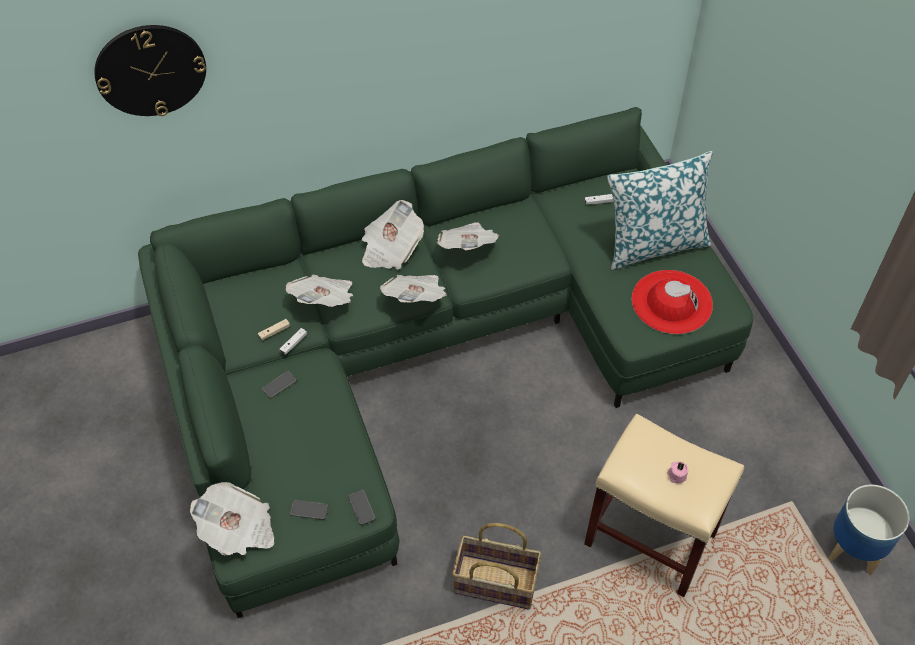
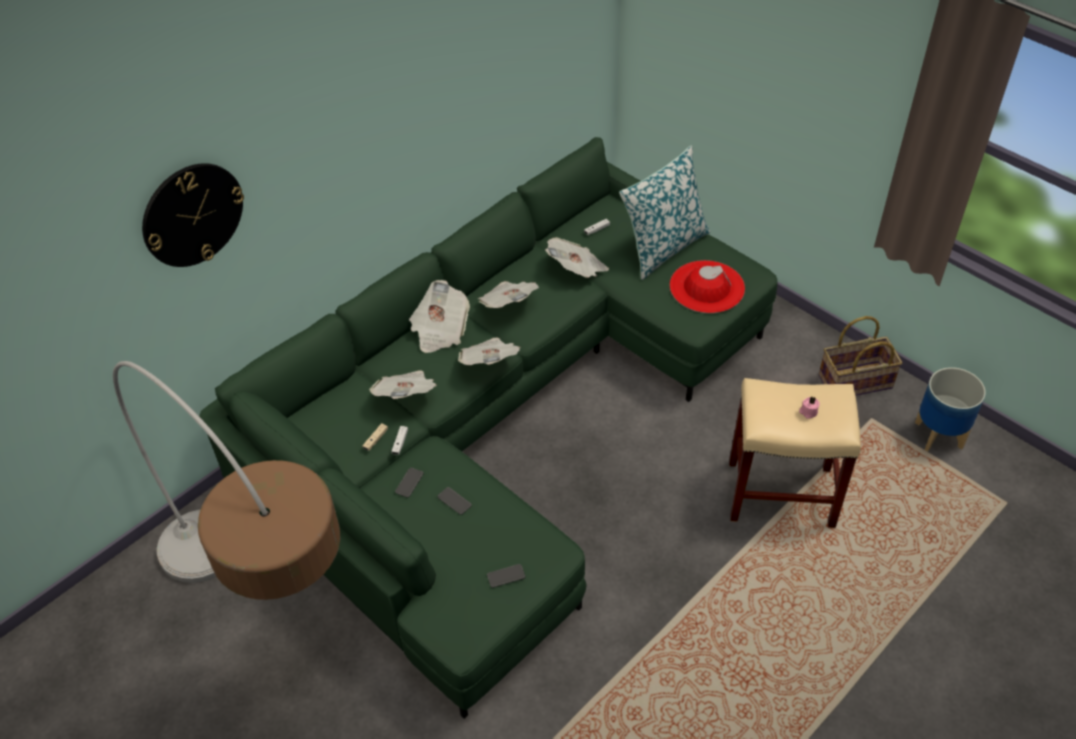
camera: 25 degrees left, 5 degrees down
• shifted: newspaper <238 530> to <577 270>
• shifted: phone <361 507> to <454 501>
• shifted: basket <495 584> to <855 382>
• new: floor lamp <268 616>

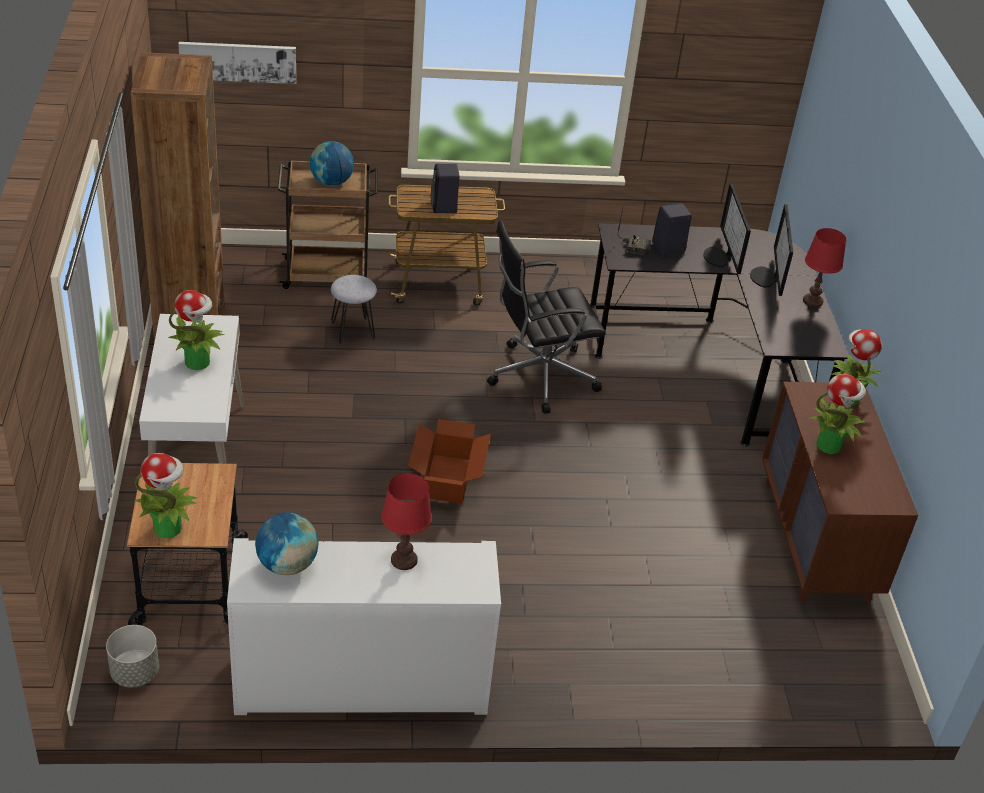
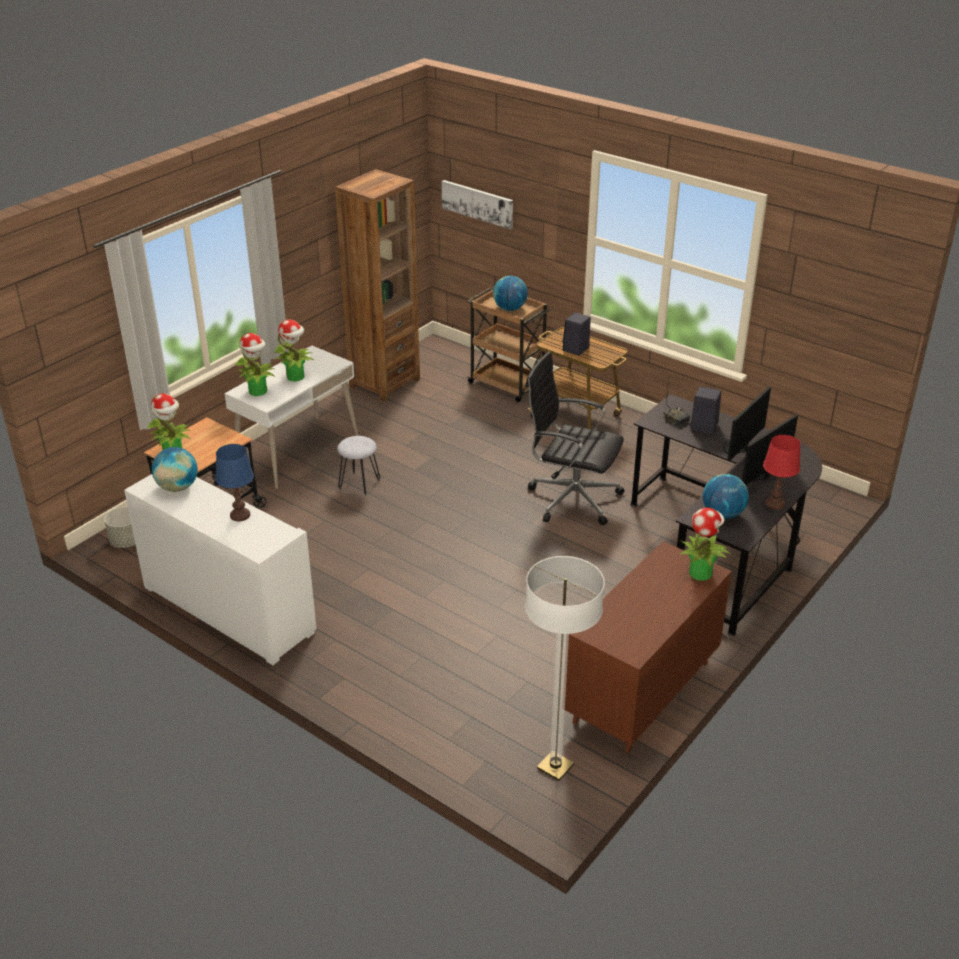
camera: 45 degrees right, 5 degrees down
• shifted: grey stool <352 331> to <359 484>
• shifted: potted plant <829 445> to <258 391>
• gone: cardboard box <446 479>
• repainted: red table lamp <404 560> to blue table lamp <240 515>
• new: globe <722 514>
• new: floor lamp <555 767>

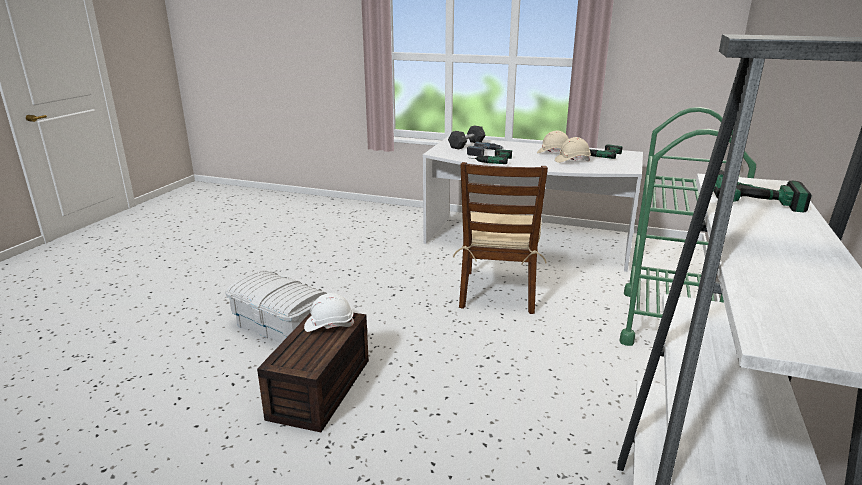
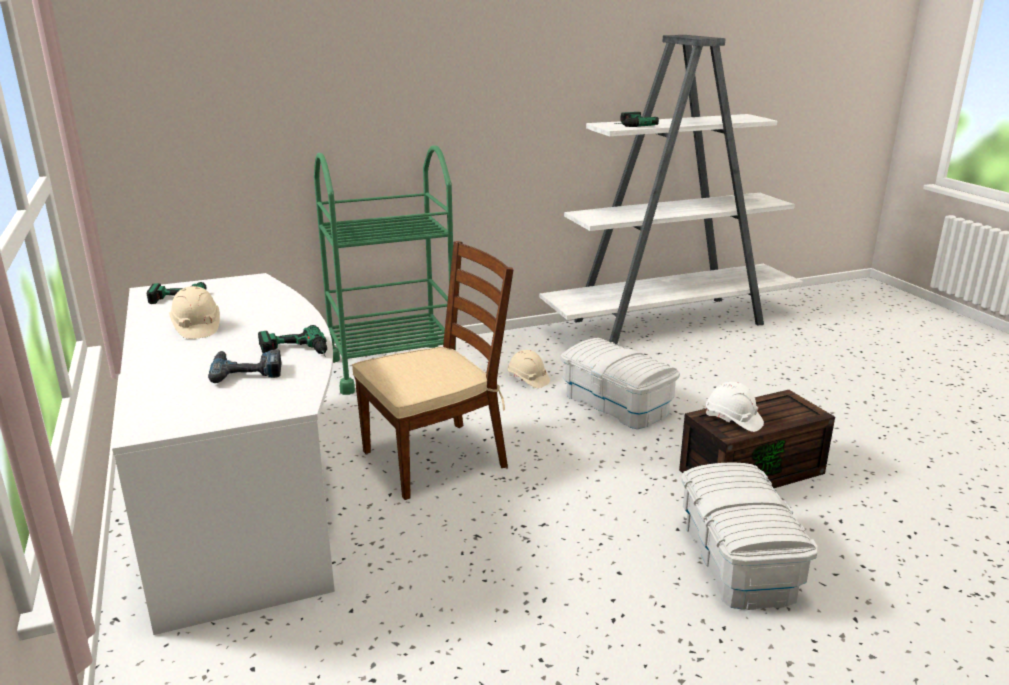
camera: 130 degrees left, 0 degrees up
• gone: grey dumbbell <466 145>
• shifted: beige hard hat <572 161> to <528 379>
• new: white storage box <616 404>

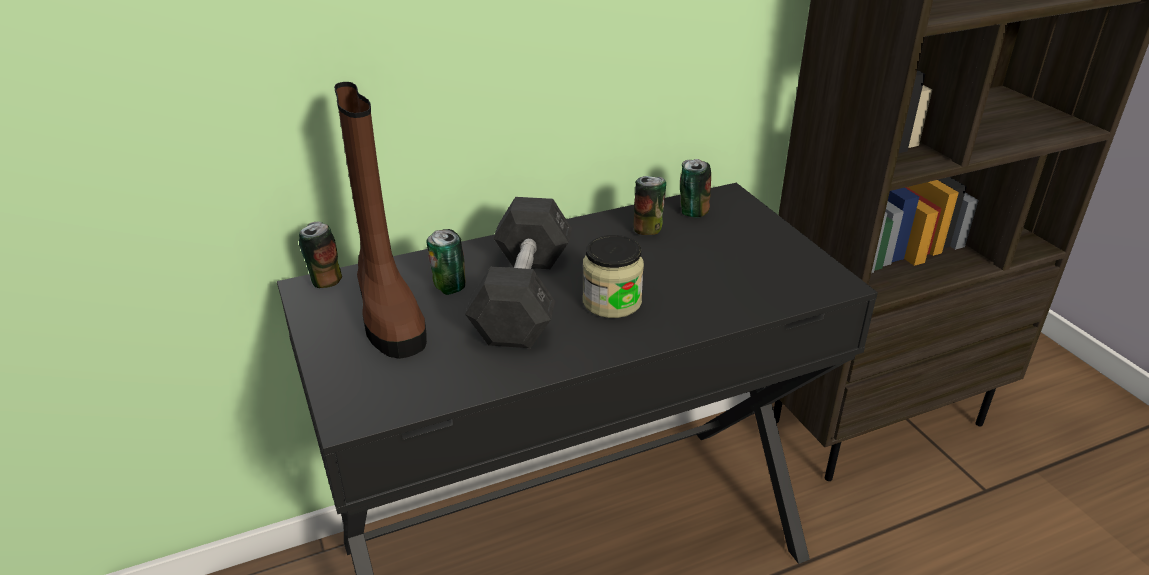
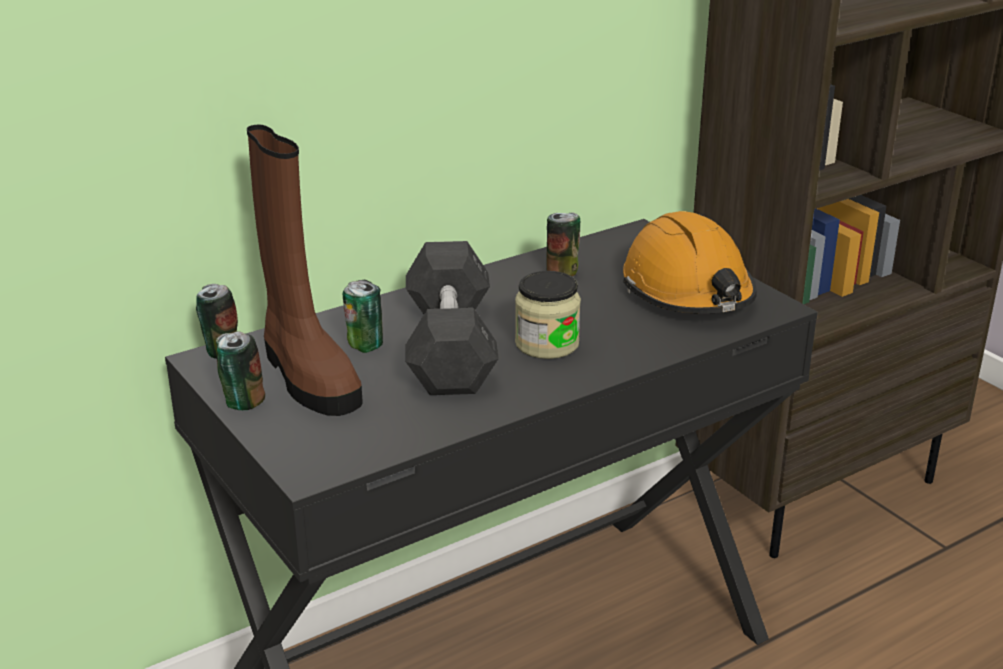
camera: 10 degrees left, 5 degrees down
• shifted: can <692 211> to <242 402>
• new: orange hard hat <688 292>

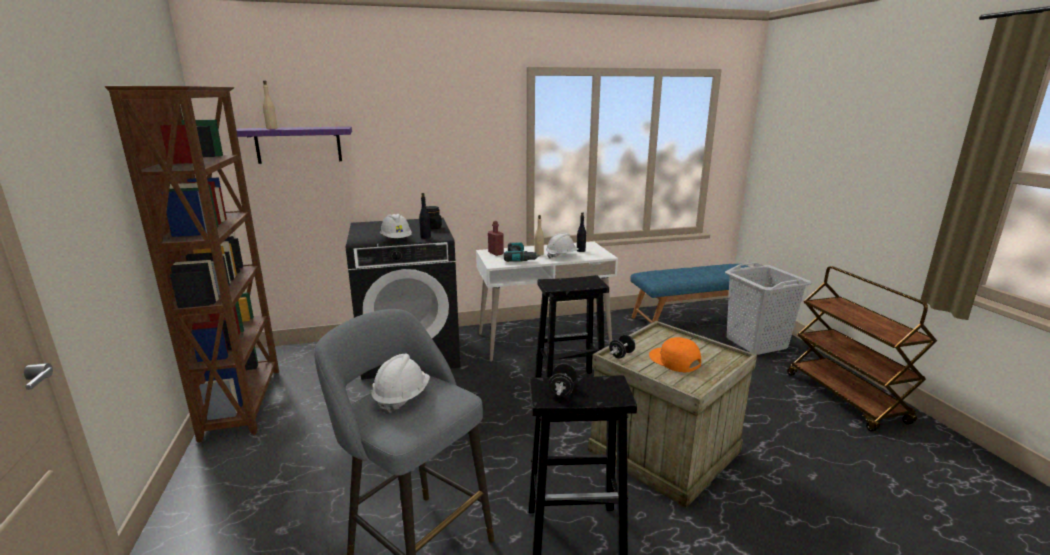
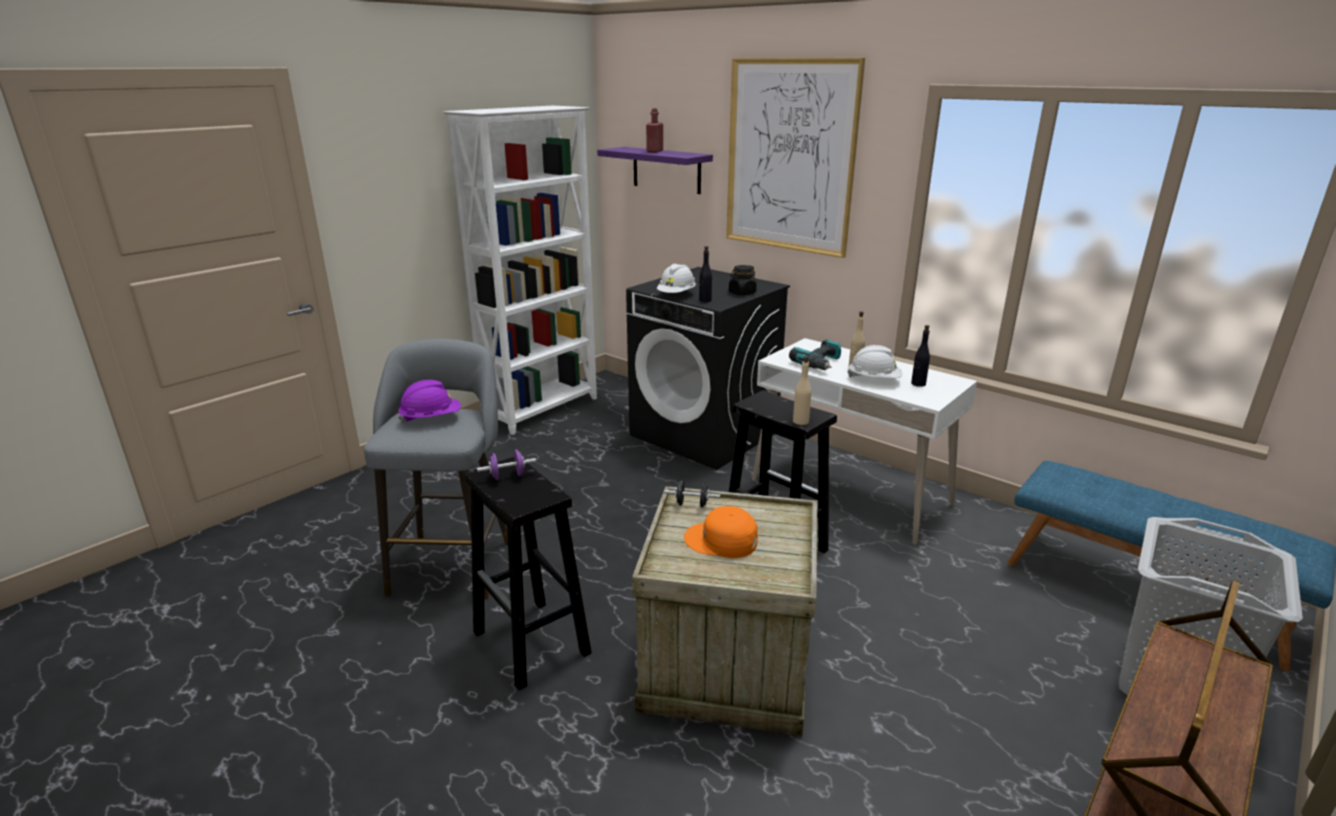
camera: 55 degrees right, 5 degrees up
• shifted: beige bottle <271 128> to <800 421>
• repainted: brown bookcase <244 402> to white bookcase <543 409>
• shifted: red bottle <496 253> to <654 151>
• rotated: orange cap <674 360> = <721 541> 90 degrees counterclockwise
• repainted: white hard hat <401 397> to purple hard hat <431 419>
• repainted: black dumbbell <562 390> to purple dumbbell <507 476>
• new: picture <790 157>

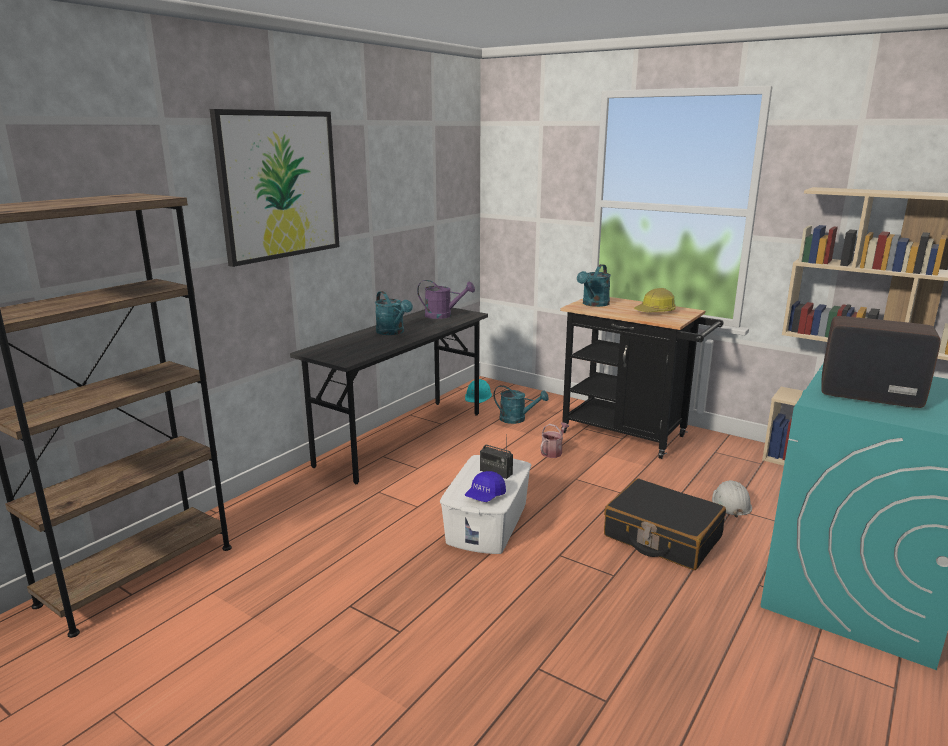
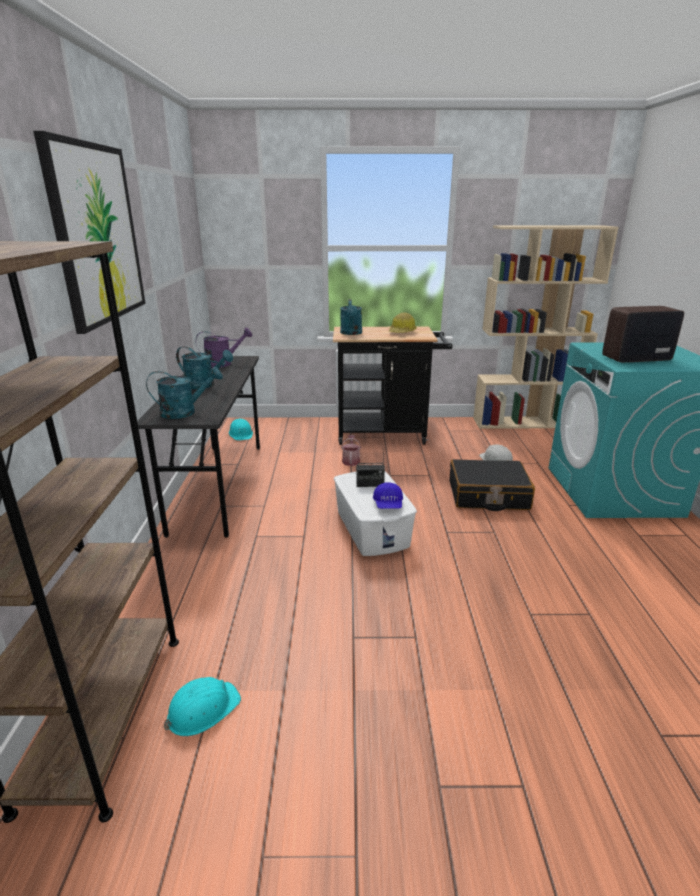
camera: 35 degrees left, 5 degrees up
• shifted: turquoise watering can <517 419> to <185 412>
• new: turquoise hard hat <202 709>

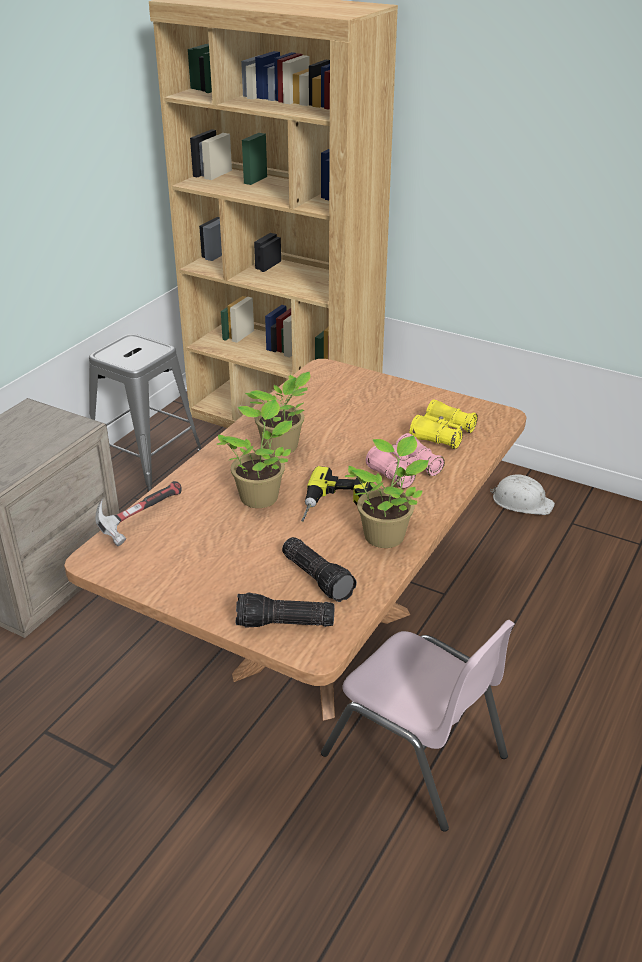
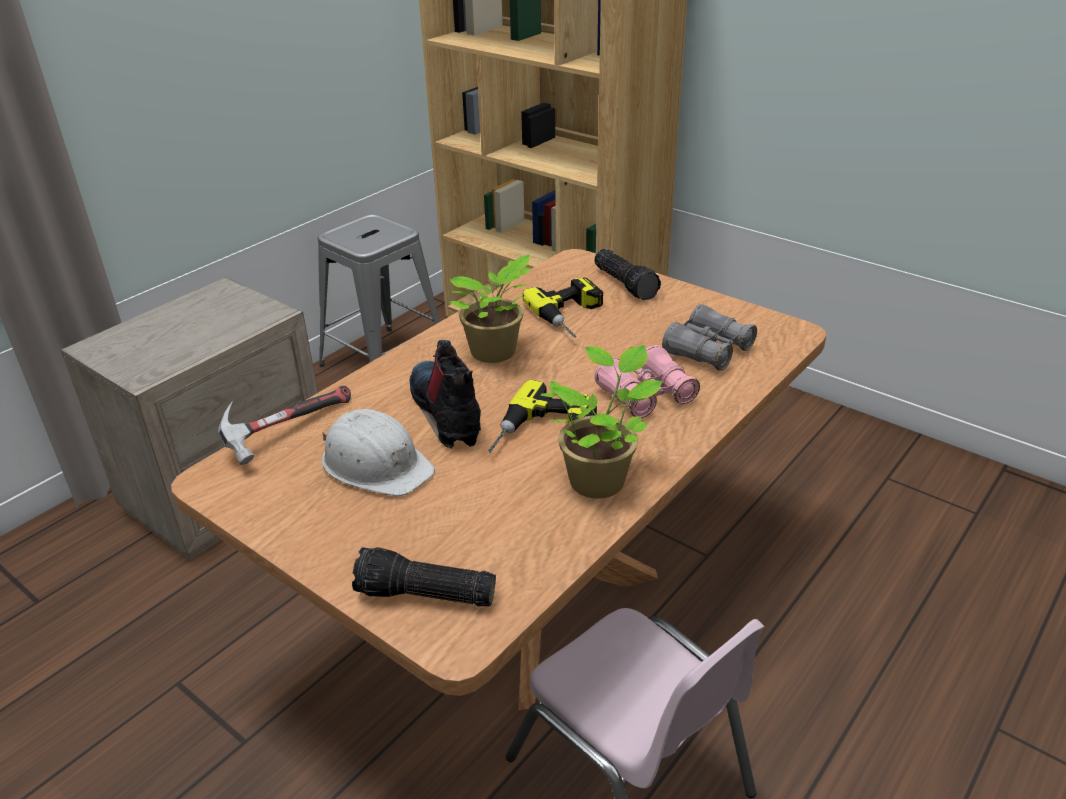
camera: 10 degrees right, 0 degrees up
• swapped: potted plant <260 496> to boot <448 413>
• repainted: yellow binoculars <442 434> to grey binoculars <708 351>
• shifted: white hard hat <521 502> to <376 464>
• shifted: flashlight <318 577> to <626 284>
• new: power drill <573 316>

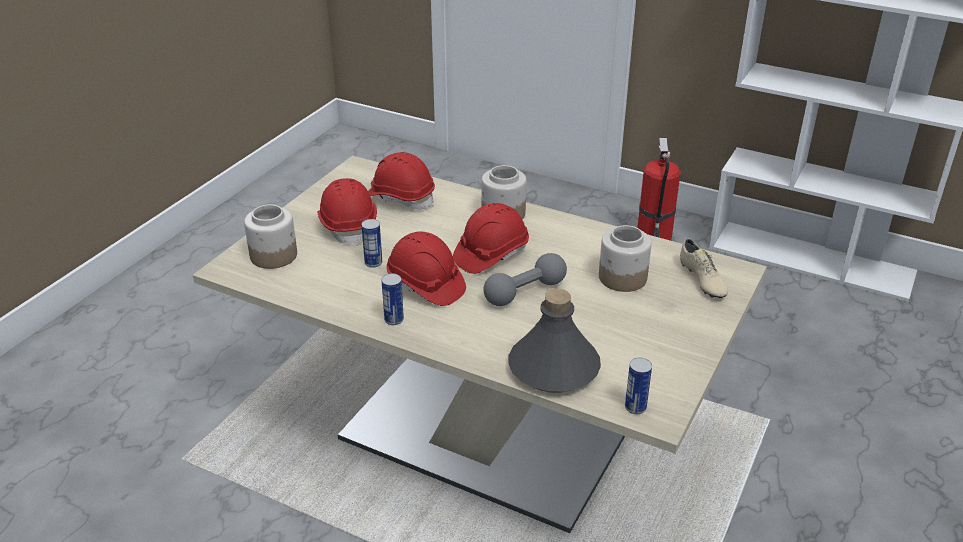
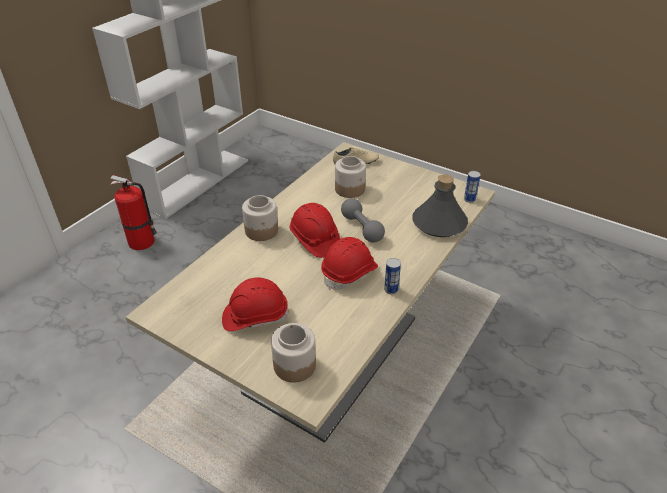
camera: 85 degrees left, 5 degrees up
• gone: red hard hat <400 197>
• gone: can <373 263>

